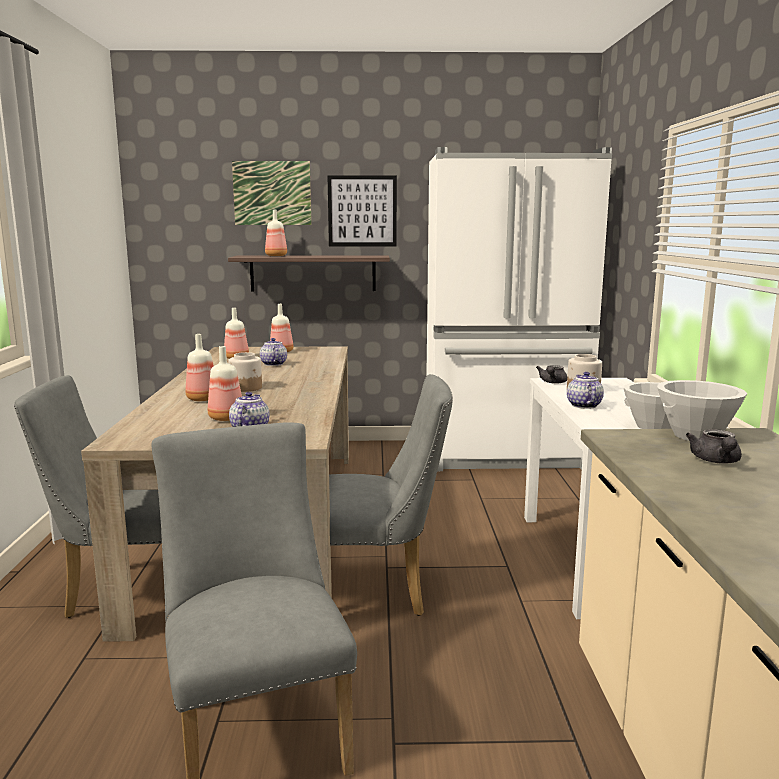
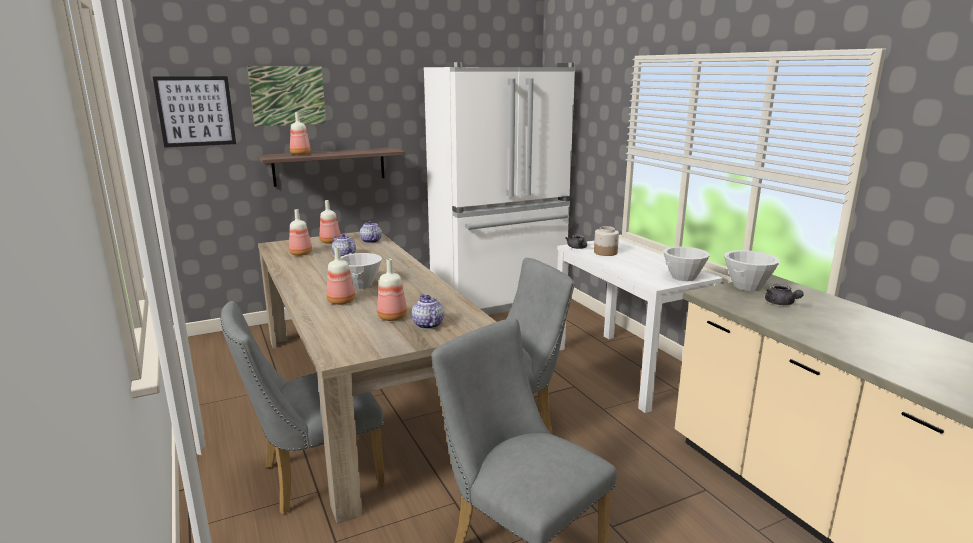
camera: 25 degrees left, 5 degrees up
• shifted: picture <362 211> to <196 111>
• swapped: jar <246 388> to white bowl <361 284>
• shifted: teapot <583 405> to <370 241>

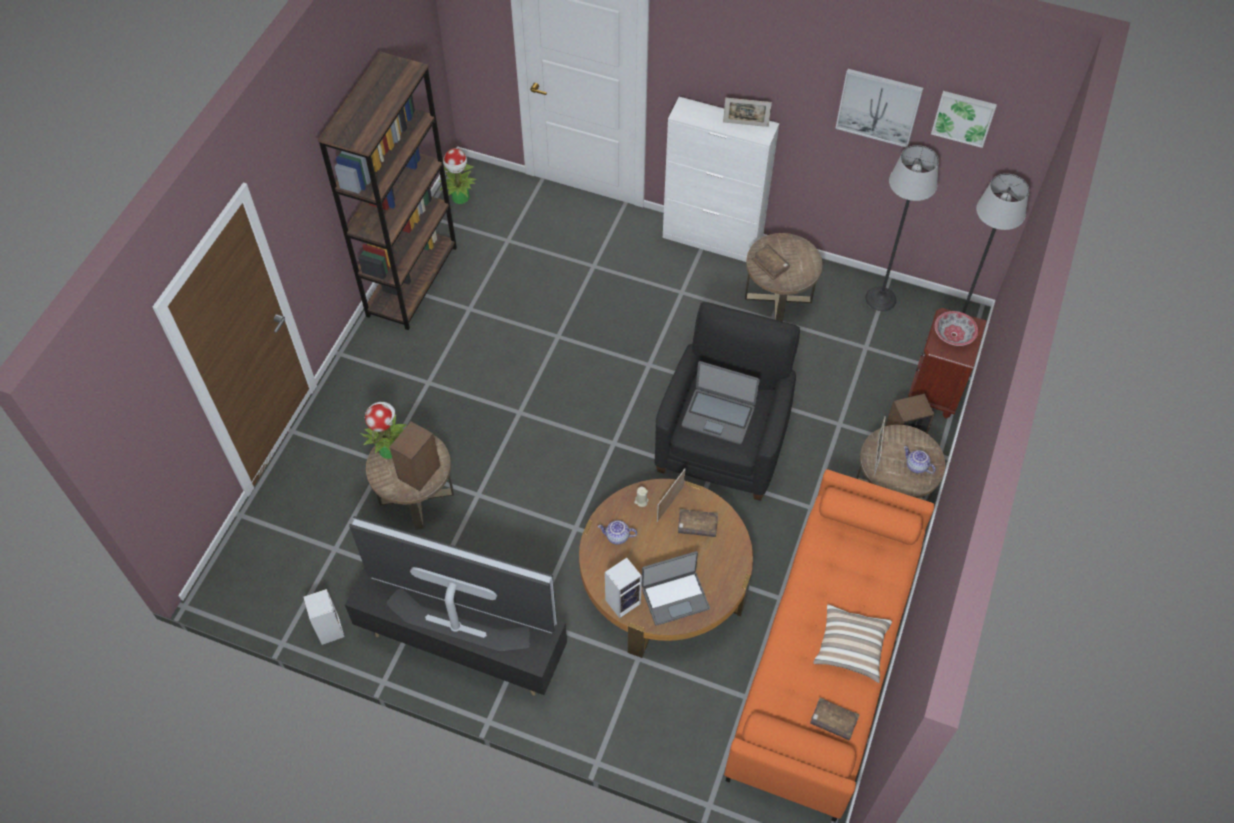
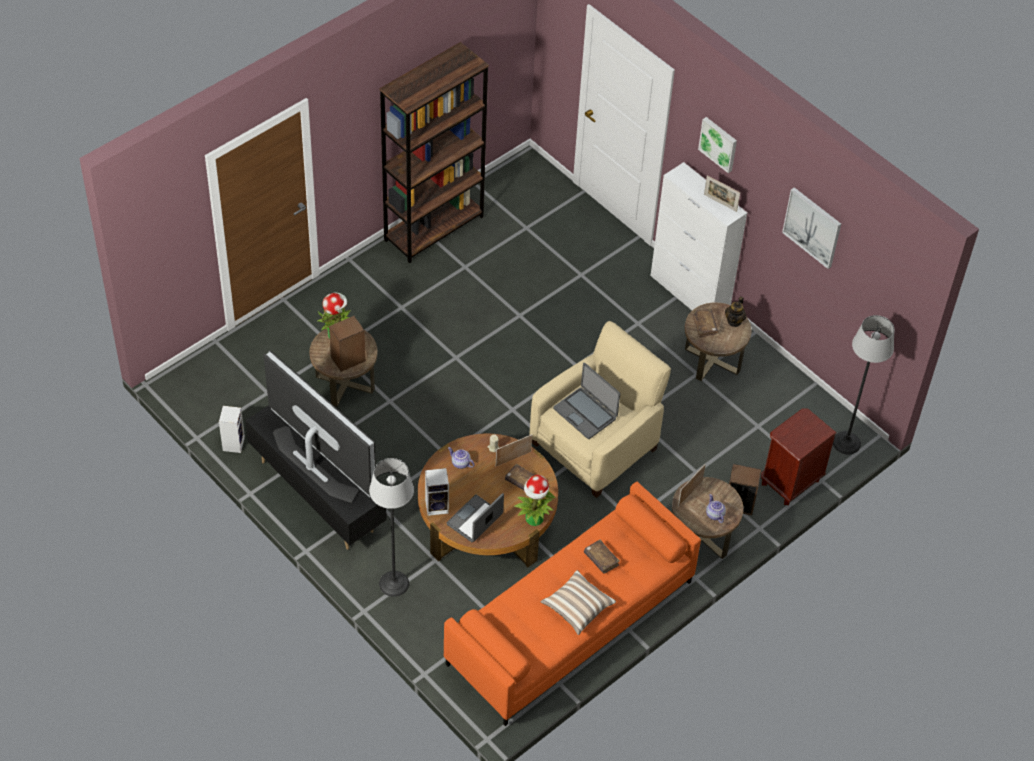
camera: 25 degrees right, 5 degrees down
• shifted: picture <963 117> to <719 143>
• shifted: floor lamp <881 299> to <394 584>
• shifted: potted plant <460 198> to <534 519>
• repainted: black armchair <723 442> to beige armchair <595 445>
• gone: bowl <954 334>
• rotated: laptop <675 597> = <475 520> 120 degrees clockwise
• shifted: brown book <833 721> to <601 559>
• new: teapot <734 321>

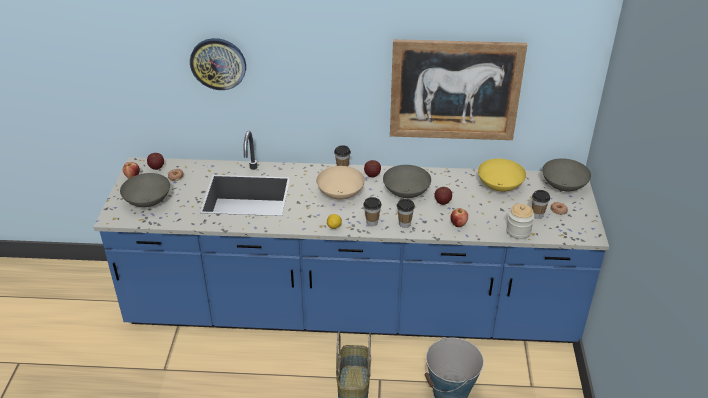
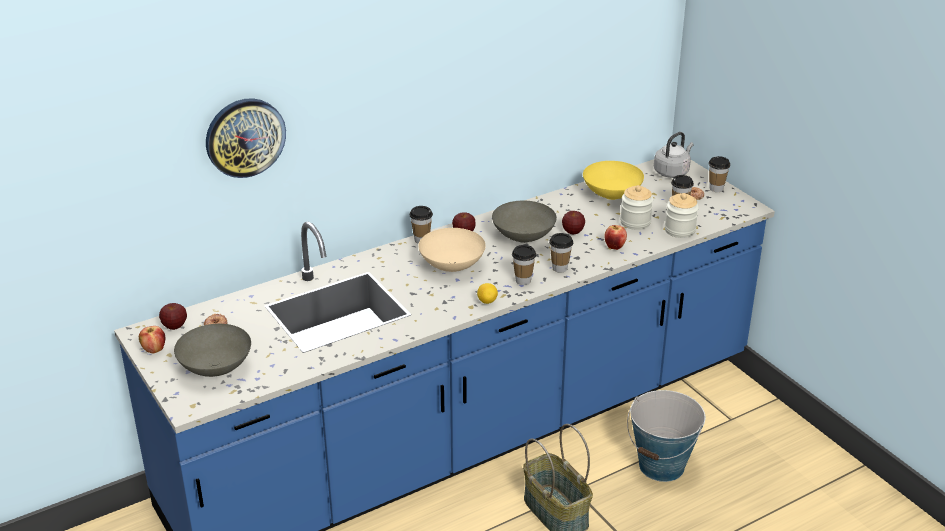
camera: 35 degrees left, 5 degrees down
• gone: picture <455 90>
• swapped: grey bowl <564 186> to grey kettle <672 172>
• new: cup <716 188>
• new: jar <635 222>

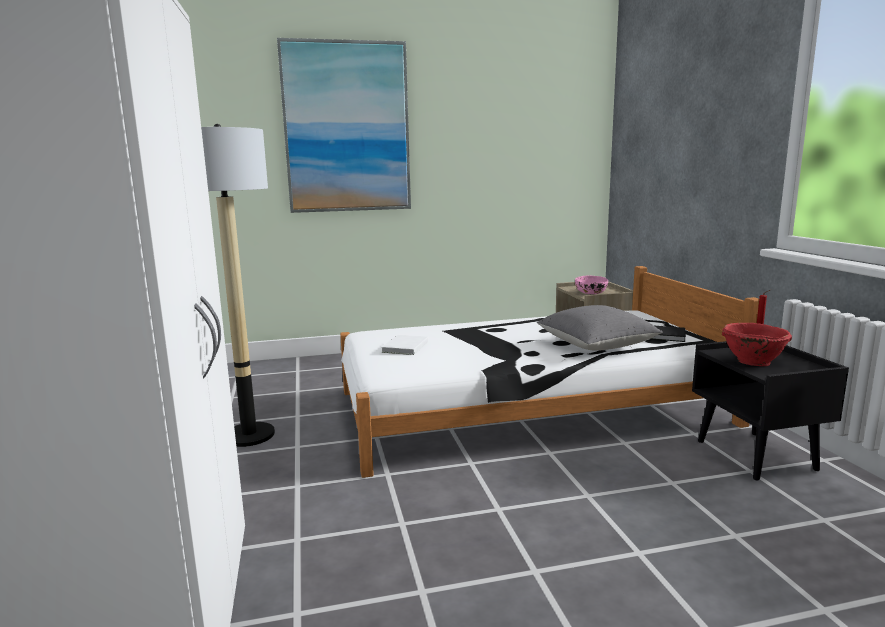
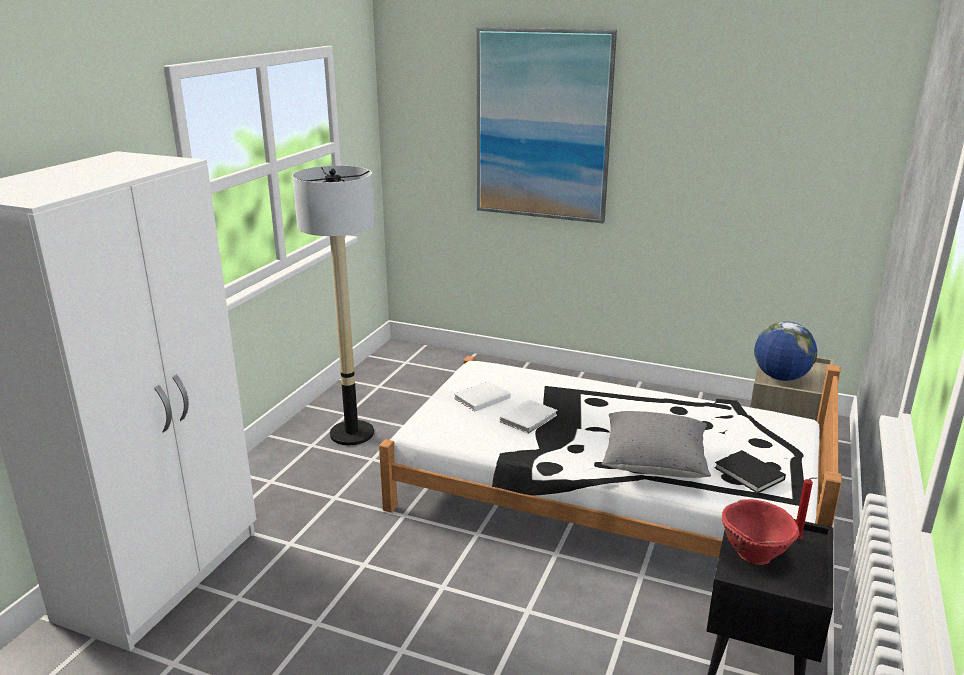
camera: 35 degrees right, 10 degrees up
• swapped: pink bowl <590 293> to globe <780 377>
• new: white book <530 418>

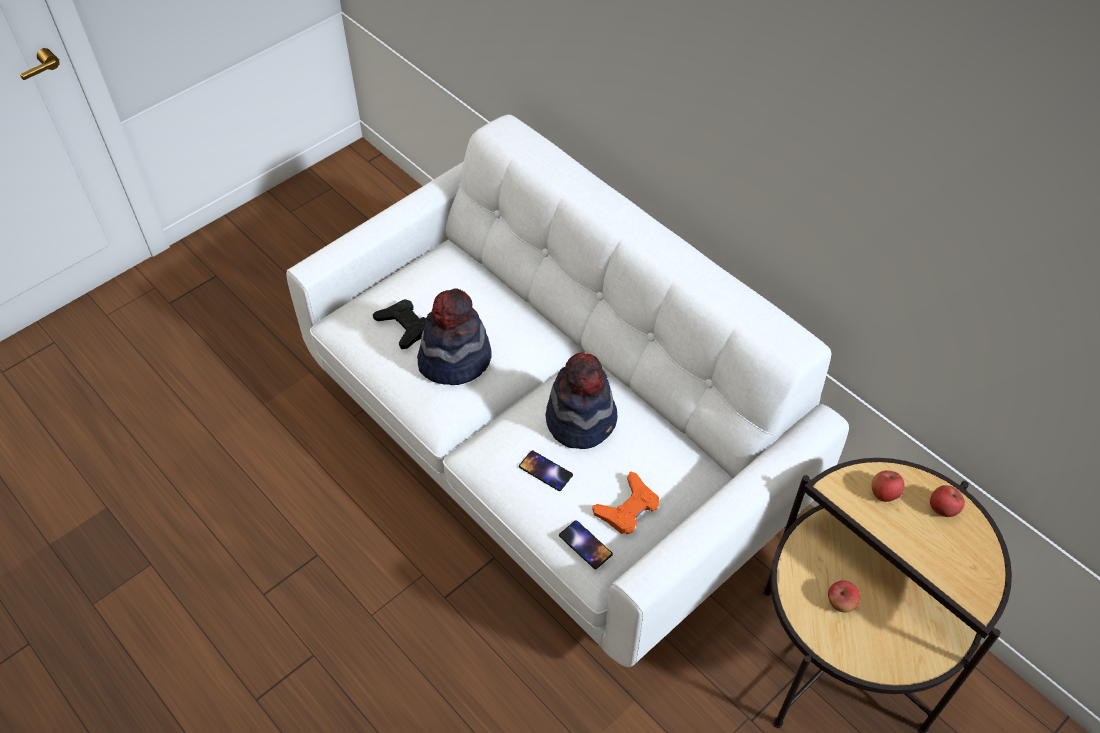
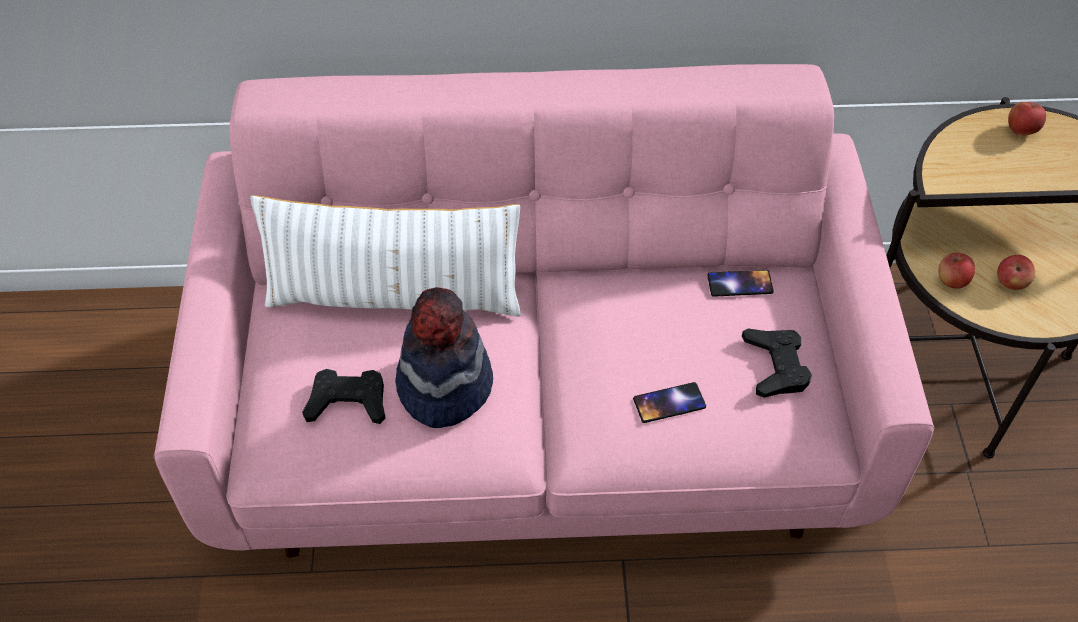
camera: 50 degrees left, 0 degrees up
• repainted: white sofa <552 448> to pink sofa <540 415>
• gone: hat <581 419>
• shifted: apple <884 493> to <951 281>
• repainted: orange game controller <627 508> to black game controller <775 366>
• shifted: phone <585 545> to <740 283>
• new: white pillow <394 295>

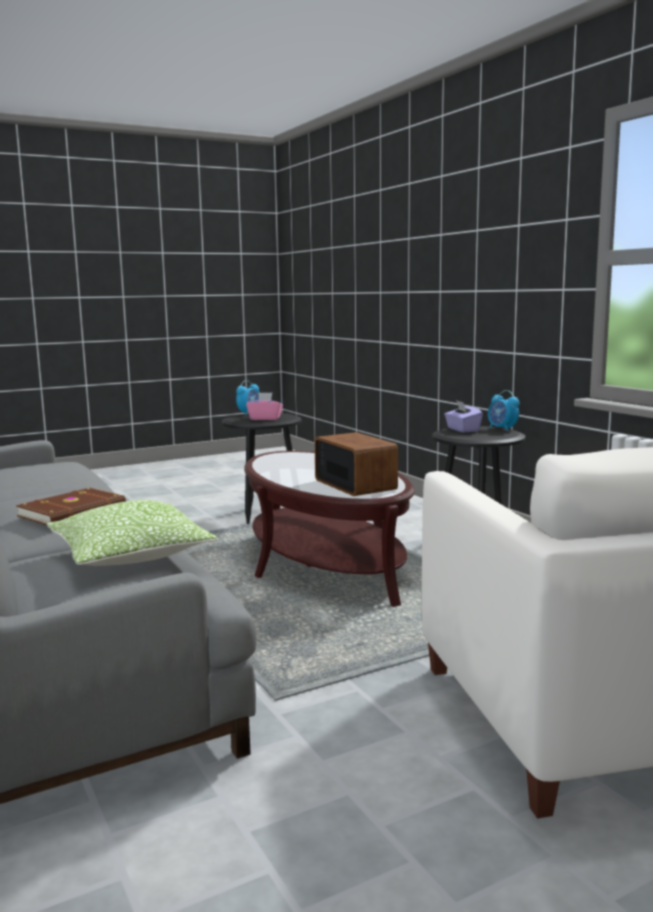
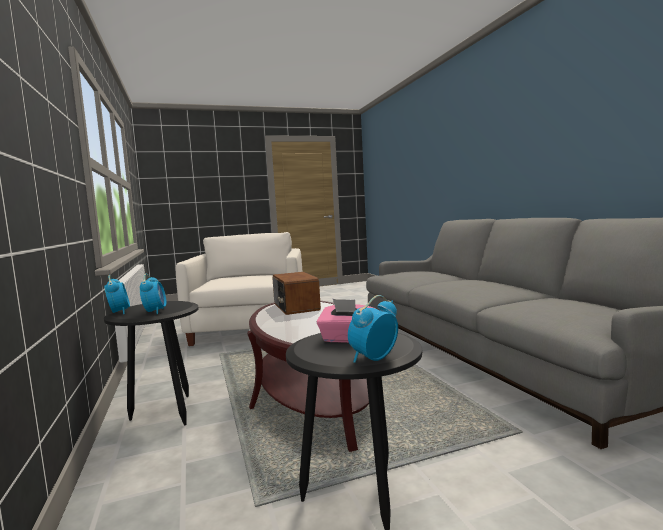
camera: 170 degrees left, 5 degrees down
• swapped: purple tissue box <462 430> to alarm clock <155 312>
• gone: brown book <74 511>
• gone: pillow <131 555>

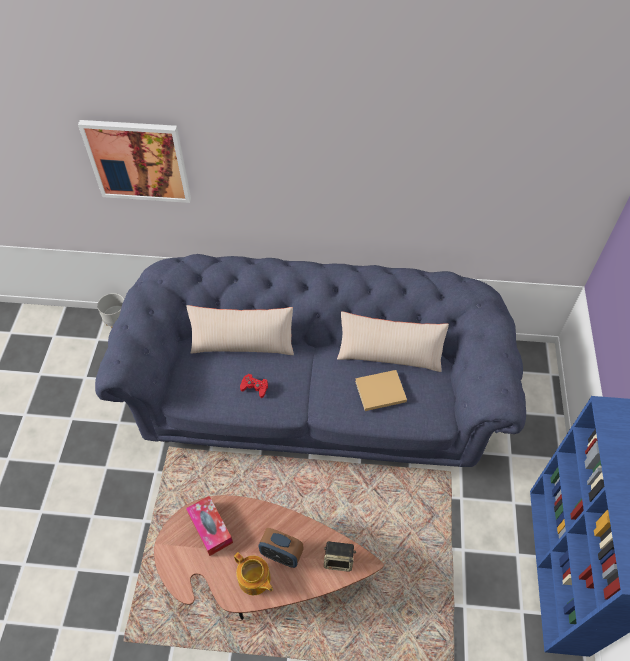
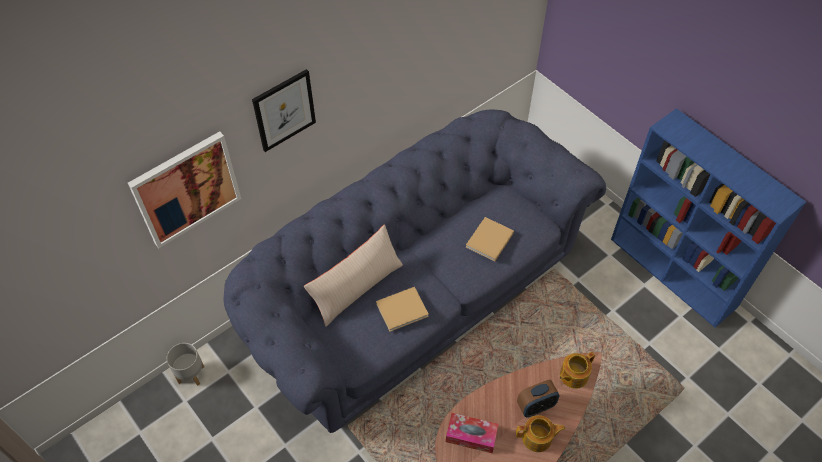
camera: 45 degrees left, 0 degrees up
• gone: beige pillow <389 355>
• swapped: red game controller <254 387> to beige book <403 309>
• swapped: speaker <339 560> to teapot <573 375>
• new: picture <284 110>

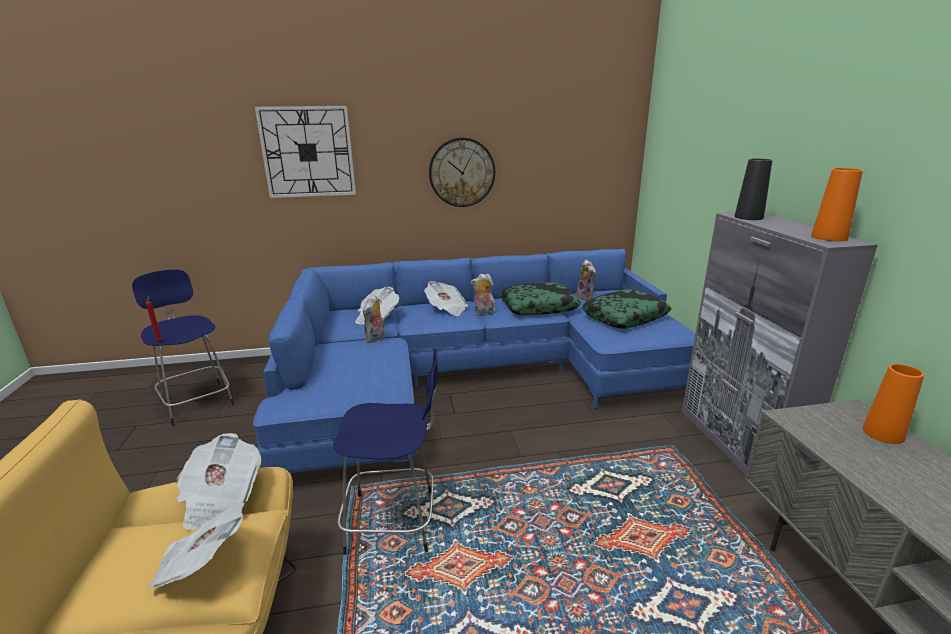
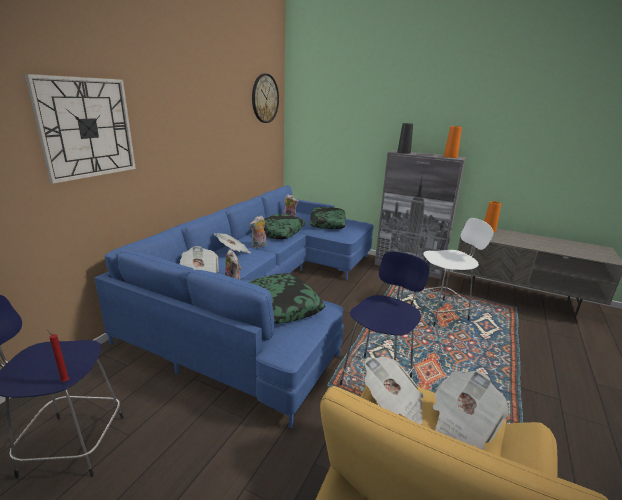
camera: 55 degrees left, 0 degrees up
• shifted: wall clock <462 172> to <265 98>
• new: white stool <441 312>
• new: pillow <283 305>

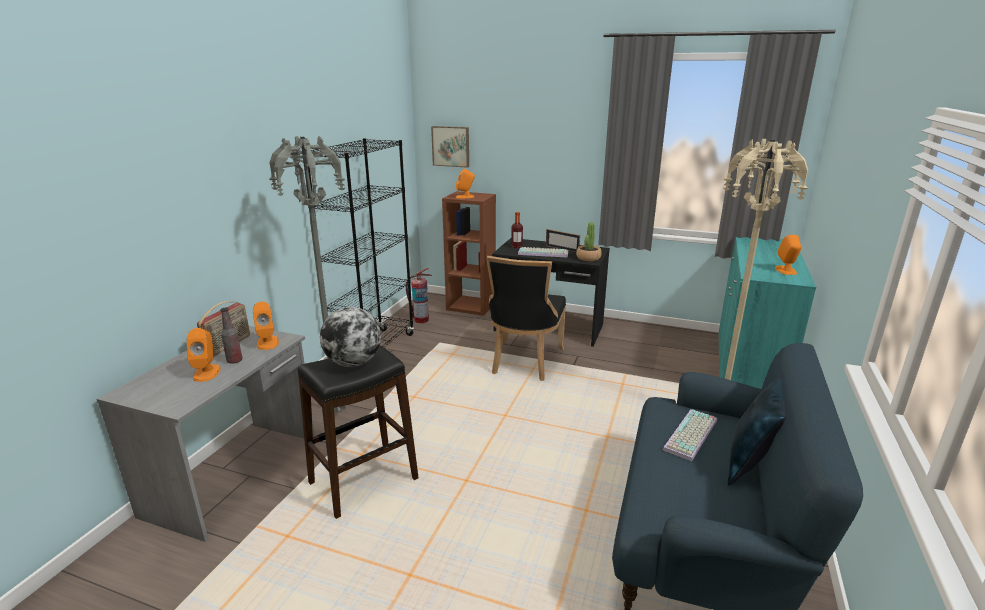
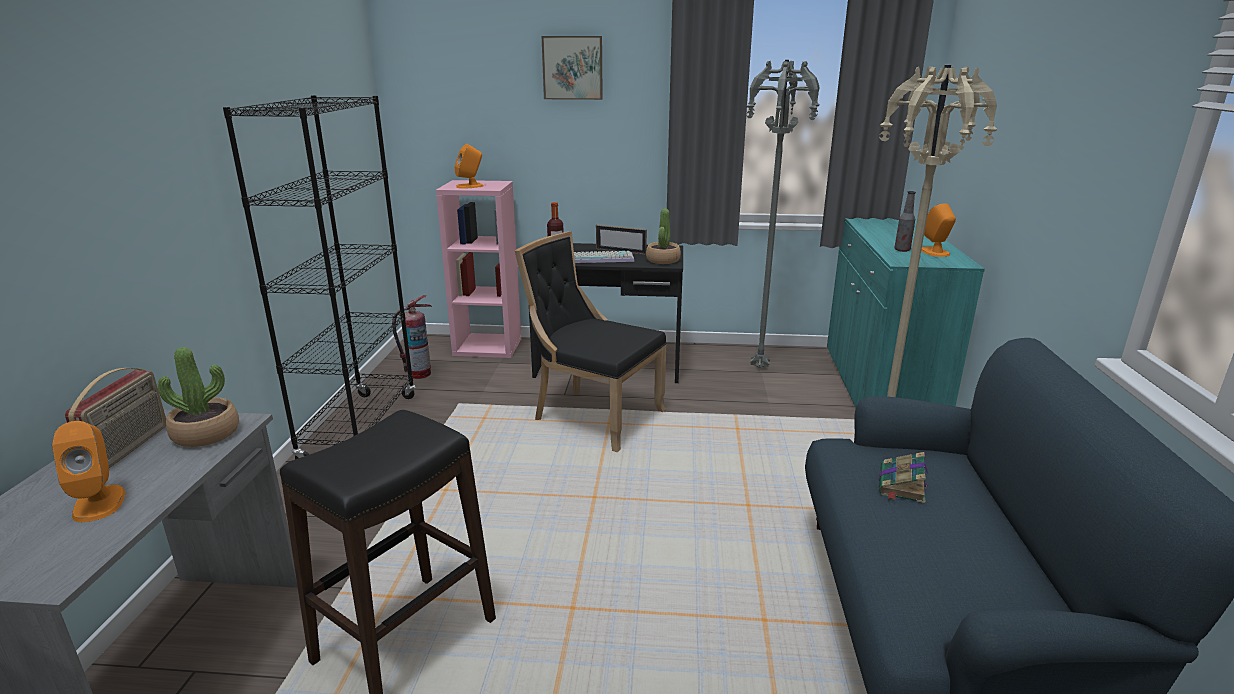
camera: 15 degrees left, 0 degrees up
• shifted: picture <451 146> to <573 68>
• shifted: grey floor lamp <337 412> to <761 368>
• repainted: brown bookcase <471 306> to pink bookcase <488 347>
• rotated: black chair <524 362> = <593 416> 120 degrees clockwise
• swapped: orange speaker <267 342> to potted plant <206 433>
• gone: globe <353 363>
• shifted: bottle <234 361> to <902 250>
• gone: blue pillow <750 464>
• swapped: keyboard <692 436> to book <901 486>

